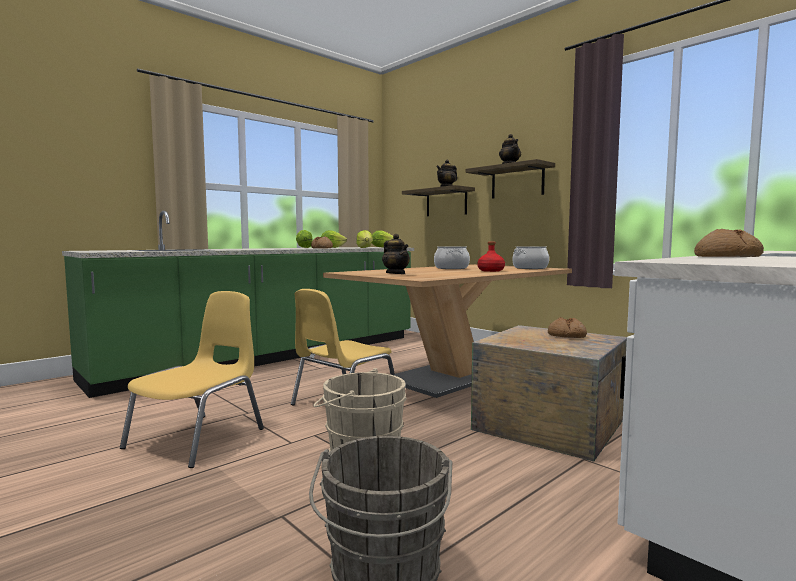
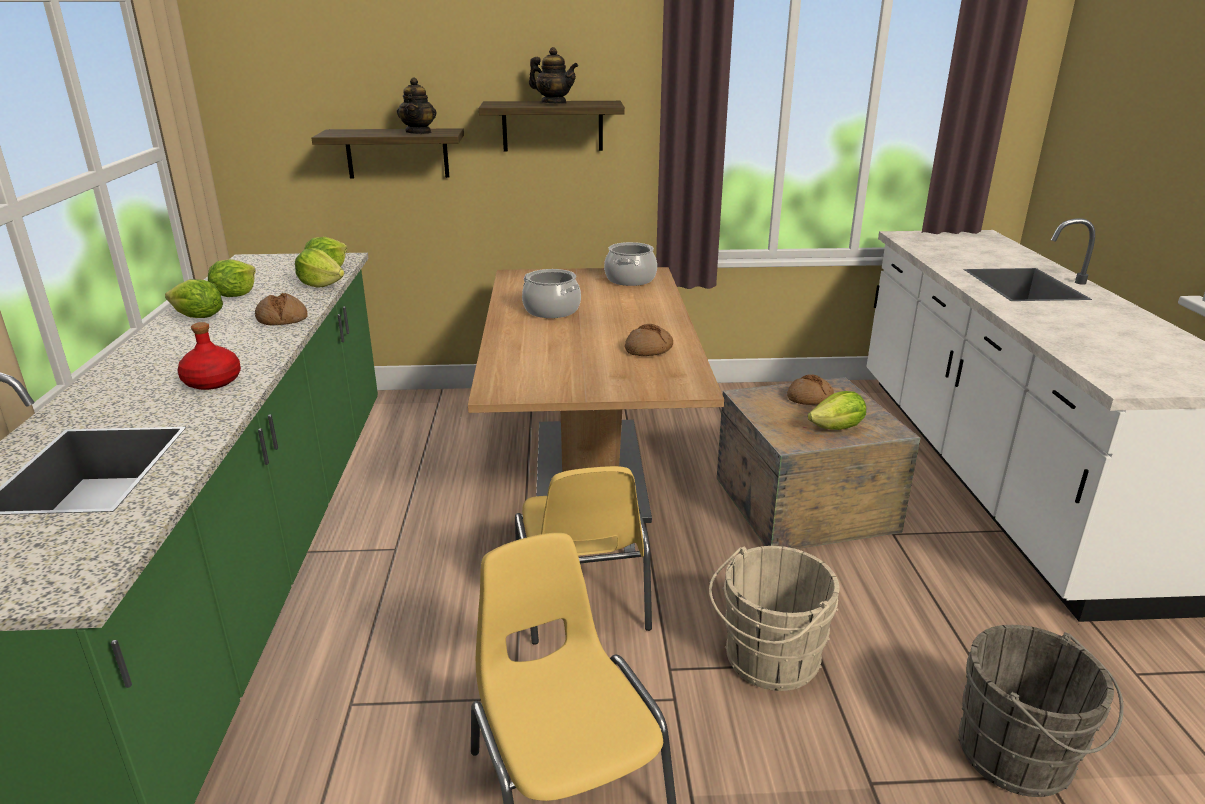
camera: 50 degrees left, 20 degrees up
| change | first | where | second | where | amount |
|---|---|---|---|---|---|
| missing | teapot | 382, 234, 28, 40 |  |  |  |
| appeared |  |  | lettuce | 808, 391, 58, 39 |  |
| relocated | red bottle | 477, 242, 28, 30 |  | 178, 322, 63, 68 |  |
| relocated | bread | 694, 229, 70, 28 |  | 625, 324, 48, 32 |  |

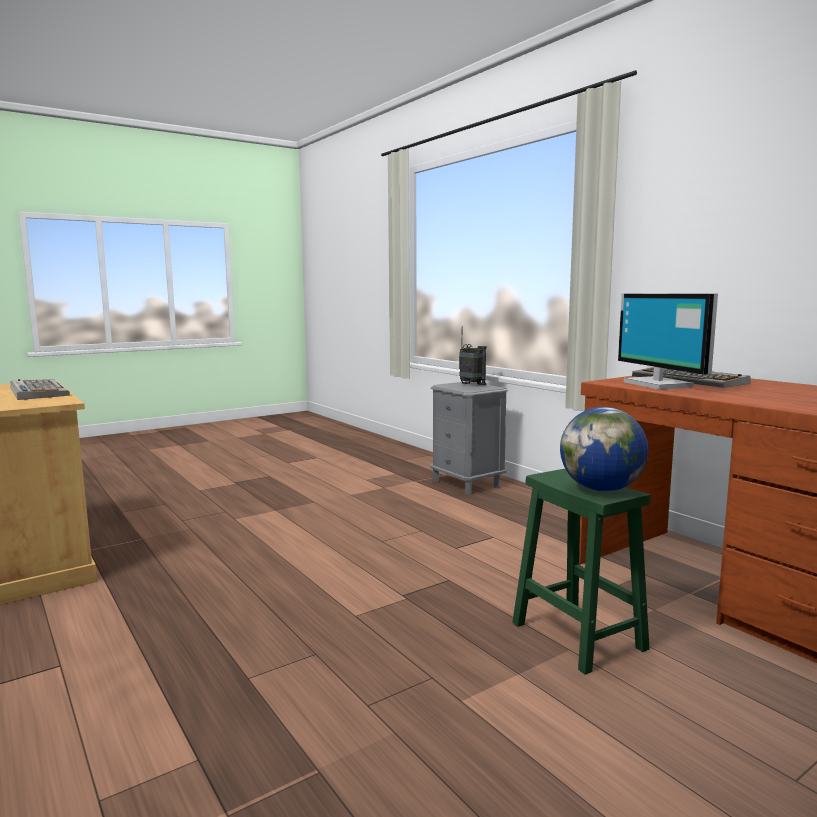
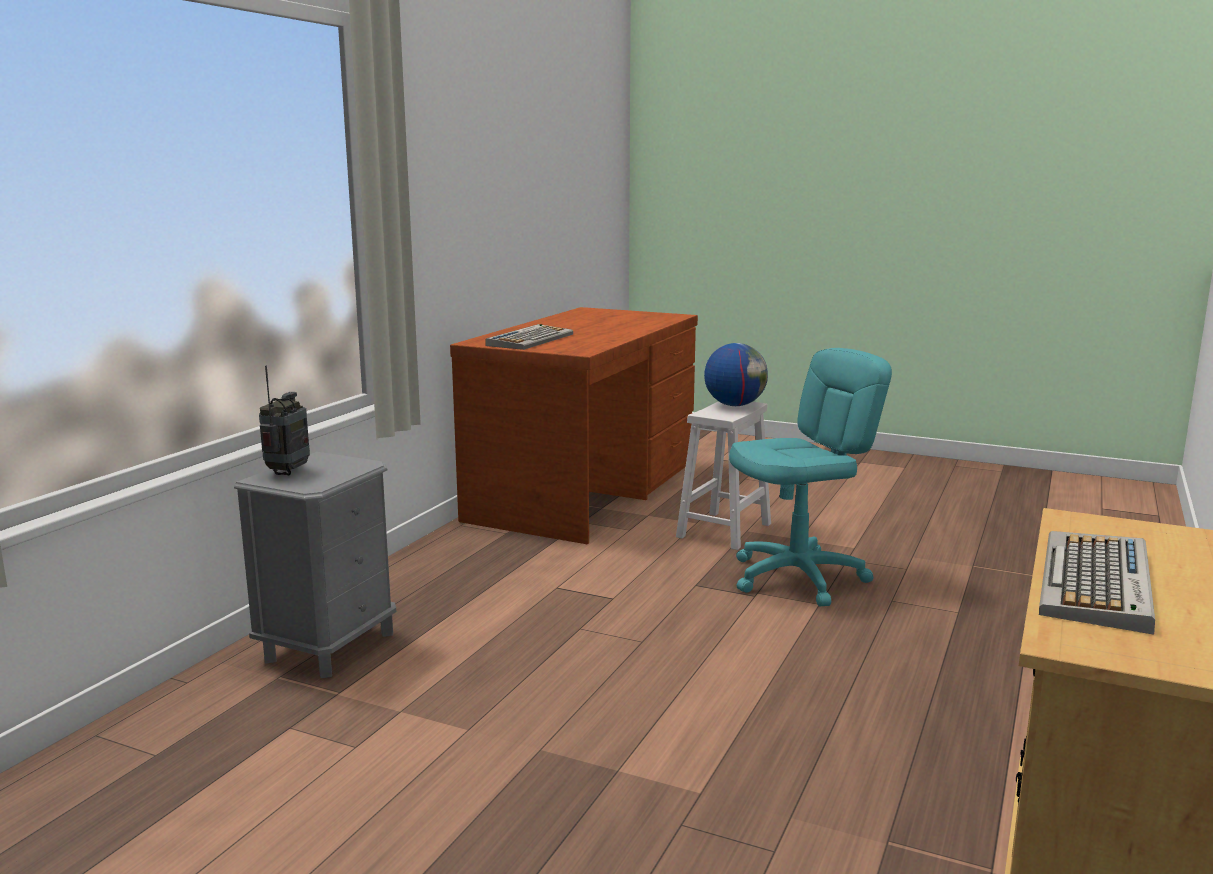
camera: 120 degrees left, 5 degrees up
| change | first | where | second | where | amount |
|---|---|---|---|---|---|
| missing | monitor | 618, 294, 100, 96 |  |  |  |
| appeared |  |  | turquoise office chair | 729, 348, 163, 258 |  |
| colour | green stool | 512, 469, 138, 205 | white stool | 676, 401, 95, 149 |  |

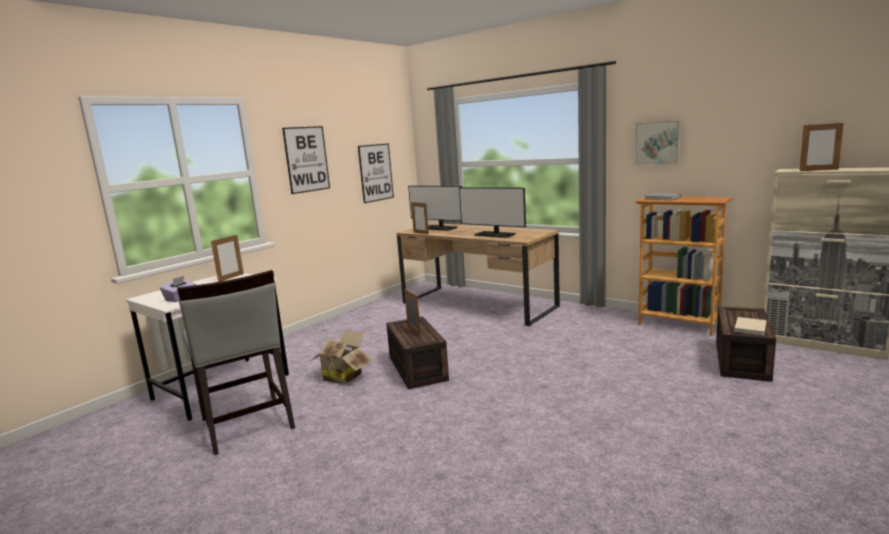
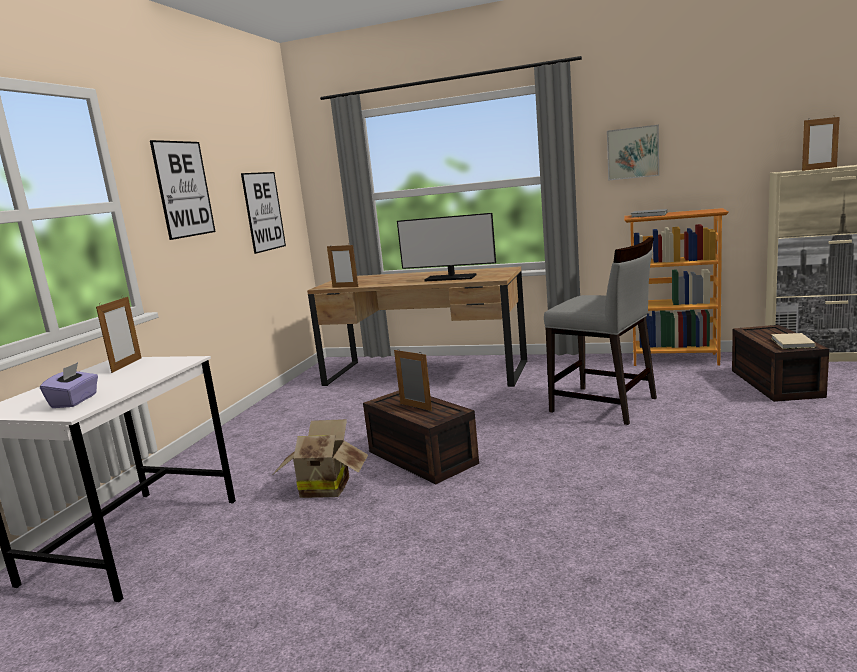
camera: 20 degrees left, 0 degrees up
| change | first | where | second | where | amount |
|---|---|---|---|---|---|
| missing | monitor | 408, 186, 54, 45 |  |  |  |
| relocated | grey chair | 177, 270, 118, 185 |  | 544, 237, 113, 188 |  |

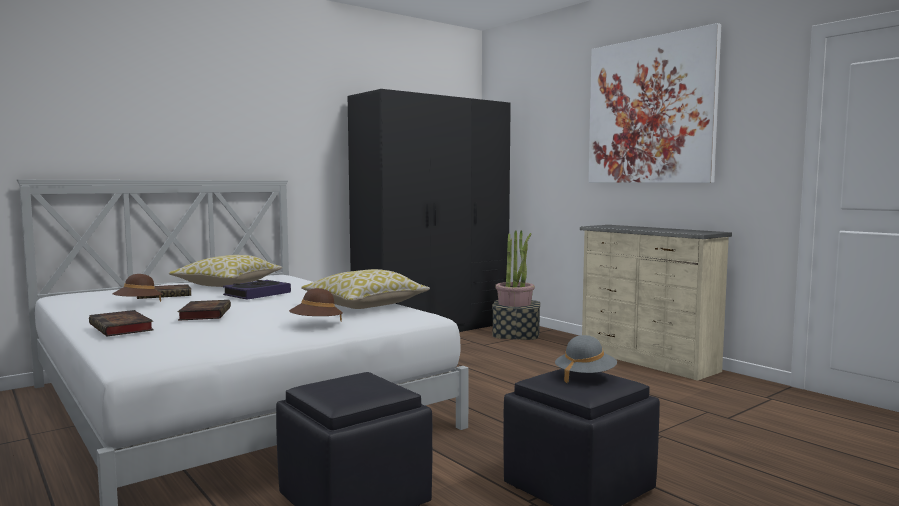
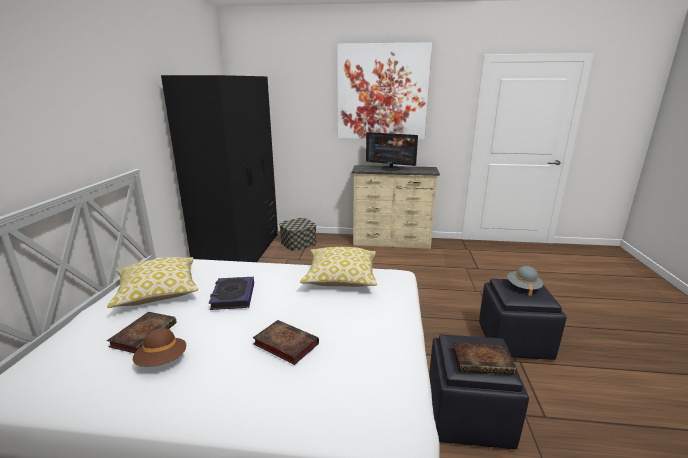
camera: 45 degrees left, 15 degrees up
| change | first | where | second | where | amount |
|---|---|---|---|---|---|
| missing | brown hat | 289, 288, 54, 33 |  |  |  |
| missing | potted plant | 495, 230, 40, 77 |  |  |  |
| appeared |  |  | monitor | 366, 132, 52, 39 |  |
| relocated | book | 89, 310, 65, 27 |  | 452, 342, 64, 33 |  |

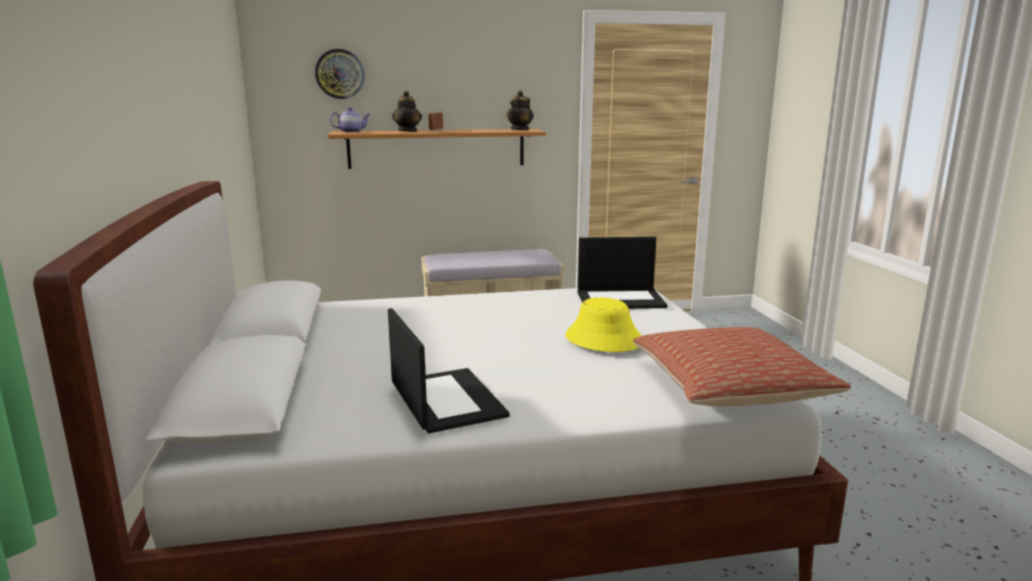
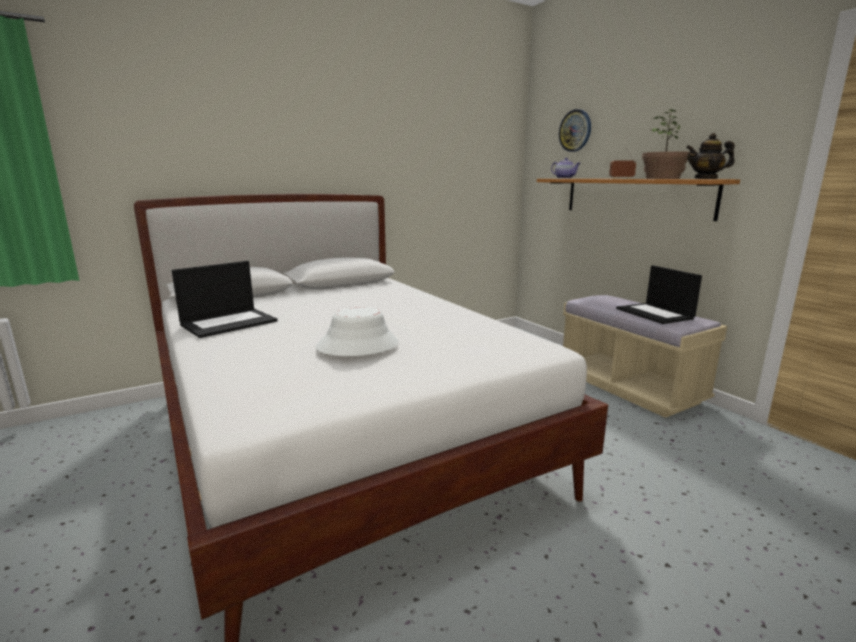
camera: 70 degrees right, 0 degrees up
| change | first | where | second | where | amount |
|---|---|---|---|---|---|
| missing | teapot | 392, 91, 30, 41 |  |  |  |
| missing | pillow | 633, 327, 218, 79 |  |  |  |
| appeared |  |  | potted plant | 642, 109, 47, 70 |  |
| relocated | laptop | 577, 237, 91, 72 |  | 616, 265, 86, 59 |  |
| colour | yellow hat | 565, 297, 77, 55 | white hat | 316, 307, 83, 49 |  |

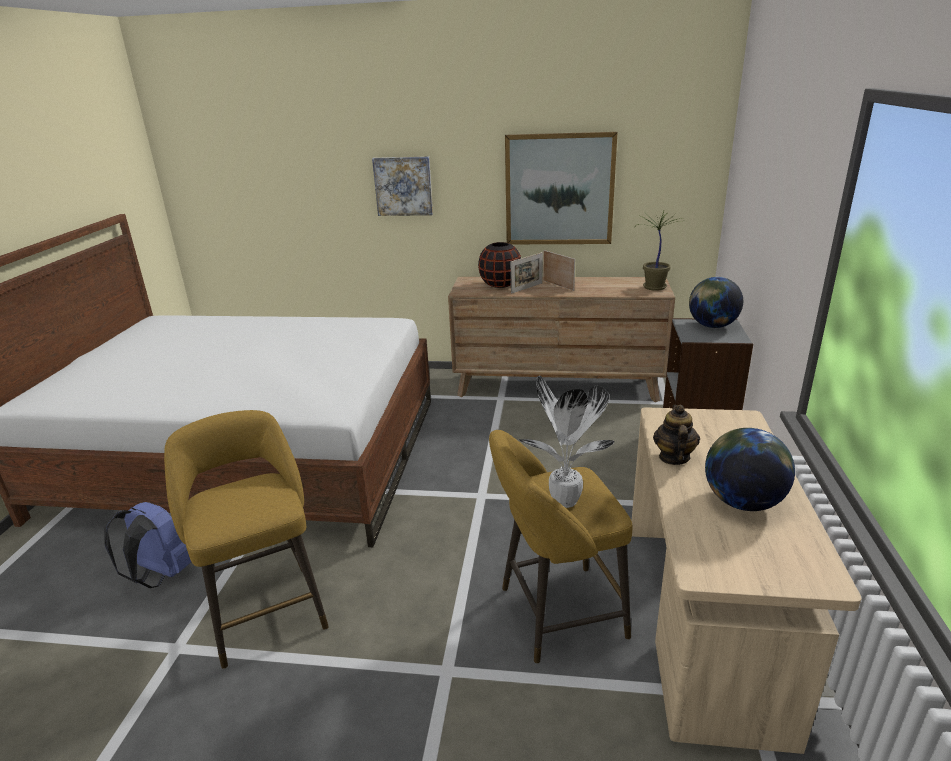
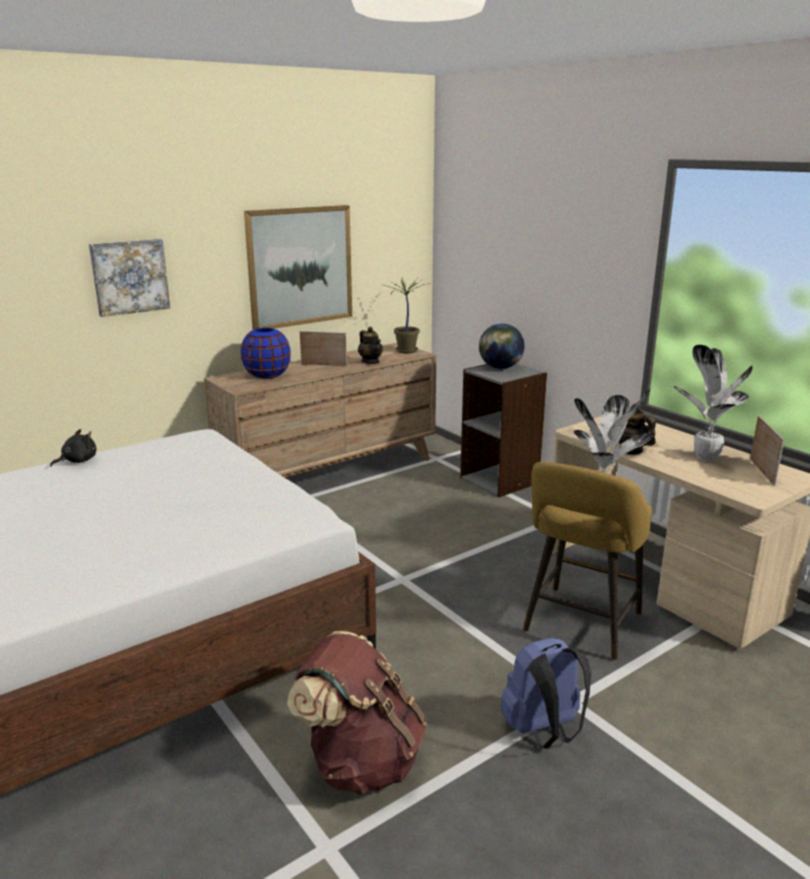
camera: 45 degrees left, 5 degrees down
| change | first | where | second | where | amount |
|---|---|---|---|---|---|
| appeared |  |  | black plush toy | 50, 429, 46, 38 |  |
| appeared |  |  | teapot | 358, 326, 25, 38 |  |
| relocated | blue backpack | 104, 502, 87, 86 |  | 500, 638, 91, 111 |  |
| relocated | picture frame | 511, 252, 32, 42 |  | 750, 415, 34, 71 |  |
| exchanged | yellow stool | 164, 410, 165, 259 | brown backpack | 287, 631, 140, 164 |  |
| exchanged | globe | 705, 428, 90, 83 | potted plant | 673, 345, 80, 117 |  |
| colour | black vase | 478, 242, 43, 46 | blue vase | 241, 328, 50, 50 |  |

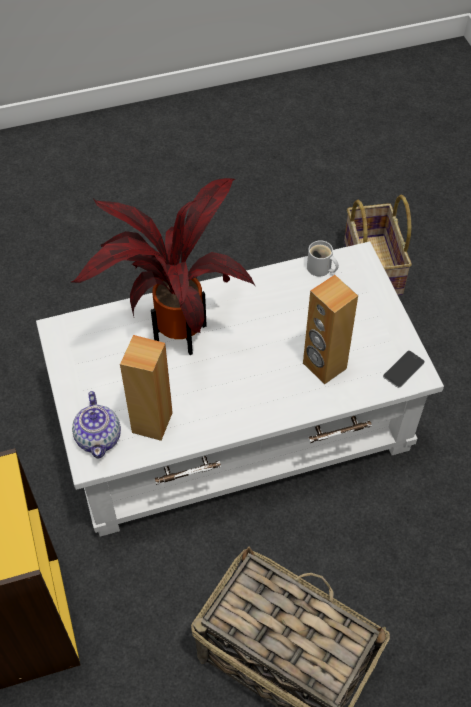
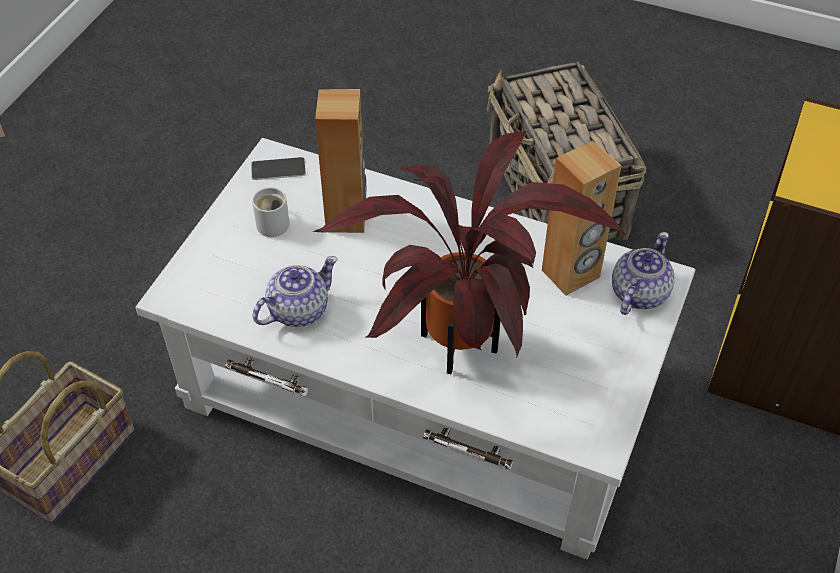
camera: 140 degrees left, 5 degrees down
| change | first | where | second | where | amount |
|---|---|---|---|---|---|
| appeared |  |  | teapot | 253, 256, 84, 71 |  |
| relocated | white mug | 307, 240, 32, 37 |  | 252, 187, 38, 50 |  |

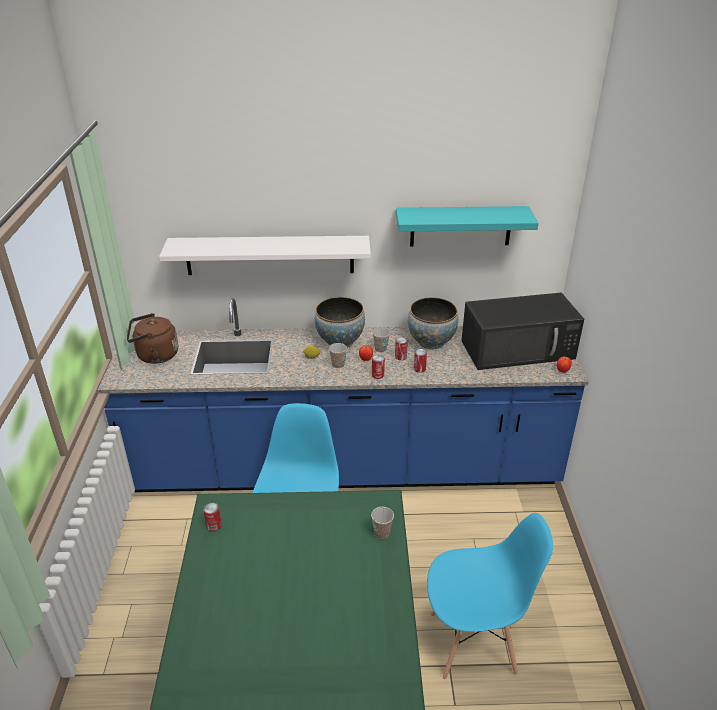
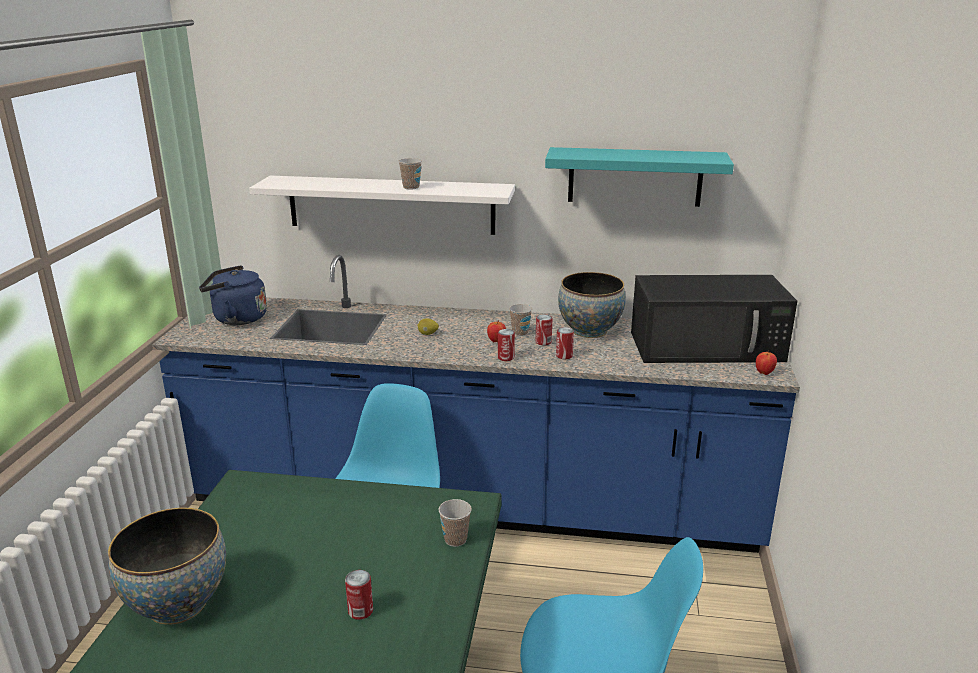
camera: 10 degrees right, 10 degrees down
| change | first | where | second | where | amount |
|---|---|---|---|---|---|
| relocated | can | 203, 503, 19, 29 |  | 345, 570, 28, 50 |  |
| relocated | bowl | 315, 297, 50, 51 |  | 108, 508, 118, 117 |  |
| relocated | cup | 329, 343, 18, 25 |  | 398, 158, 24, 31 |  |
| colour | brown kettle | 127, 313, 51, 51 | blue kettle | 199, 265, 68, 60 |  |

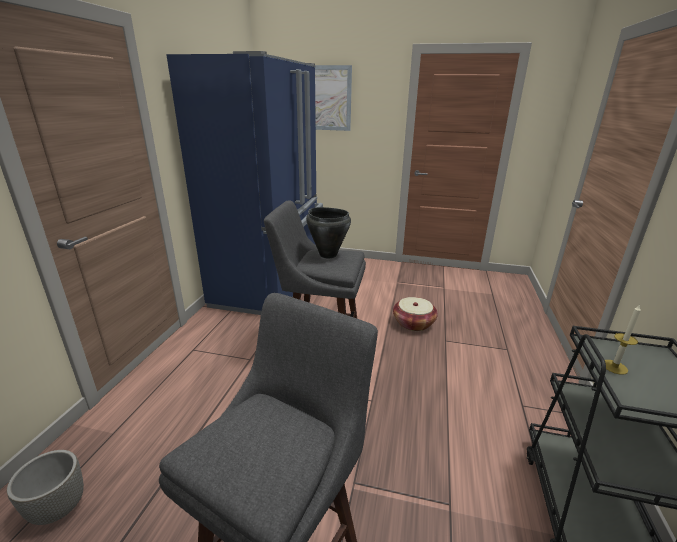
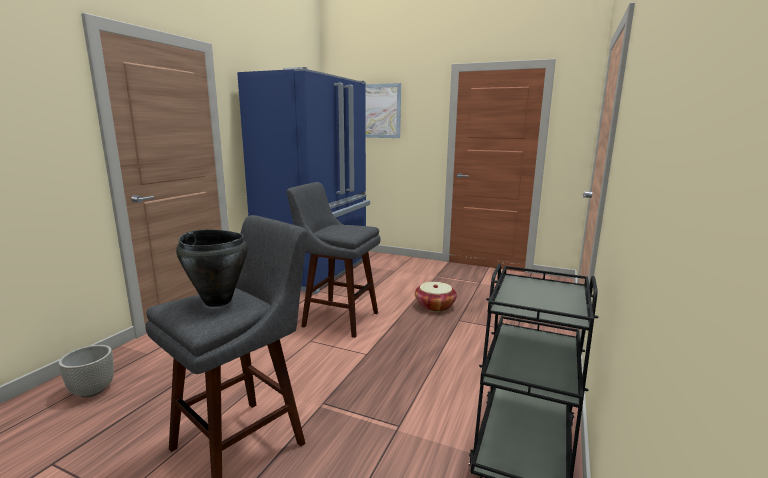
camera: 10 degrees right, 10 degrees down
| change | first | where | second | where | amount |
|---|---|---|---|---|---|
| missing | candle | 605, 305, 36, 70 |  |  |  |
| relocated | black cooking pot | 306, 207, 45, 51 |  | 176, 230, 72, 77 |  |

